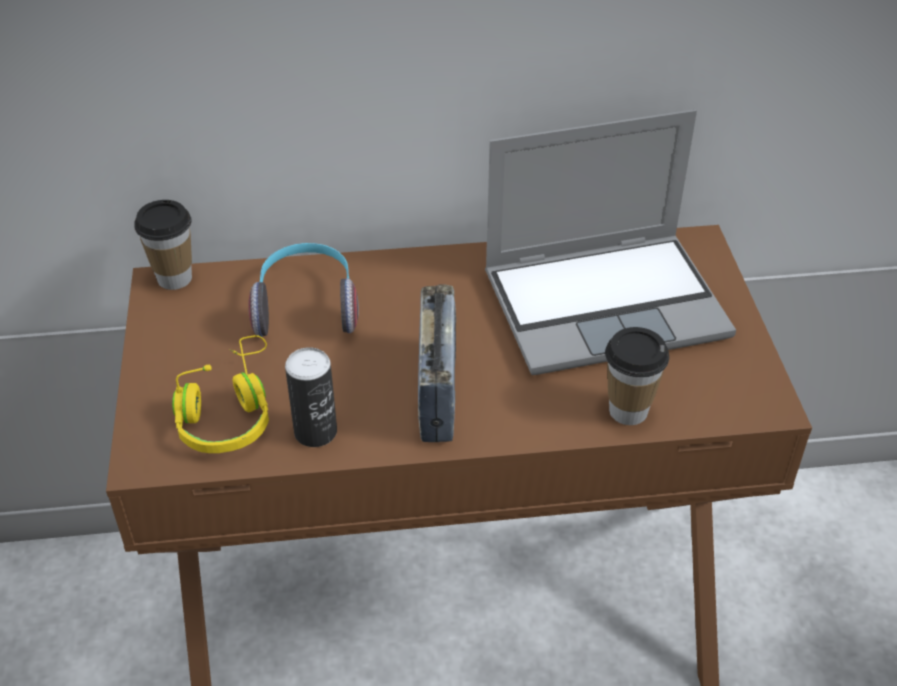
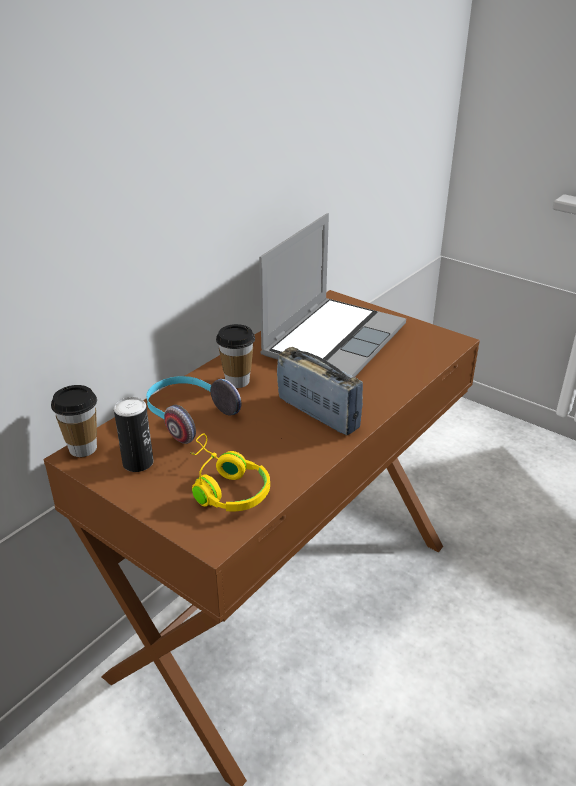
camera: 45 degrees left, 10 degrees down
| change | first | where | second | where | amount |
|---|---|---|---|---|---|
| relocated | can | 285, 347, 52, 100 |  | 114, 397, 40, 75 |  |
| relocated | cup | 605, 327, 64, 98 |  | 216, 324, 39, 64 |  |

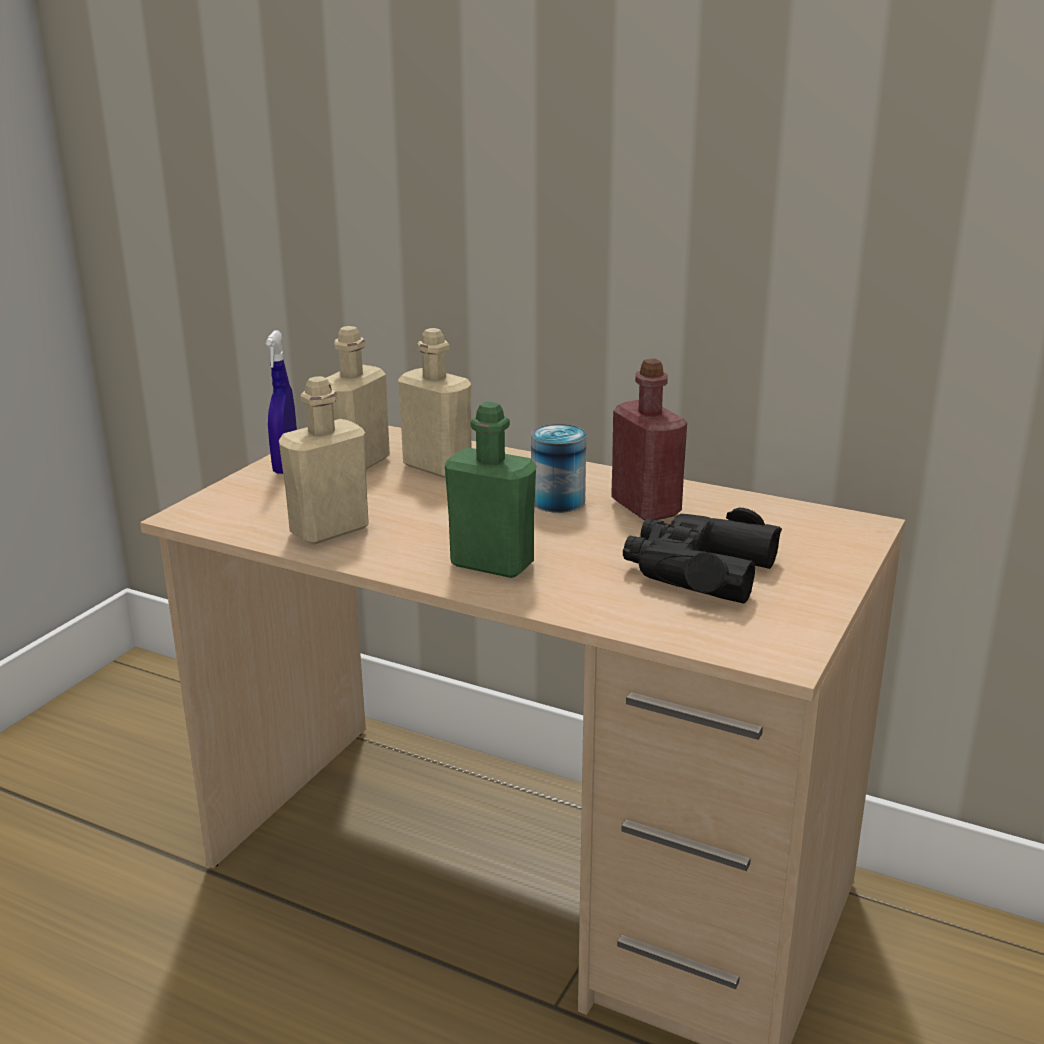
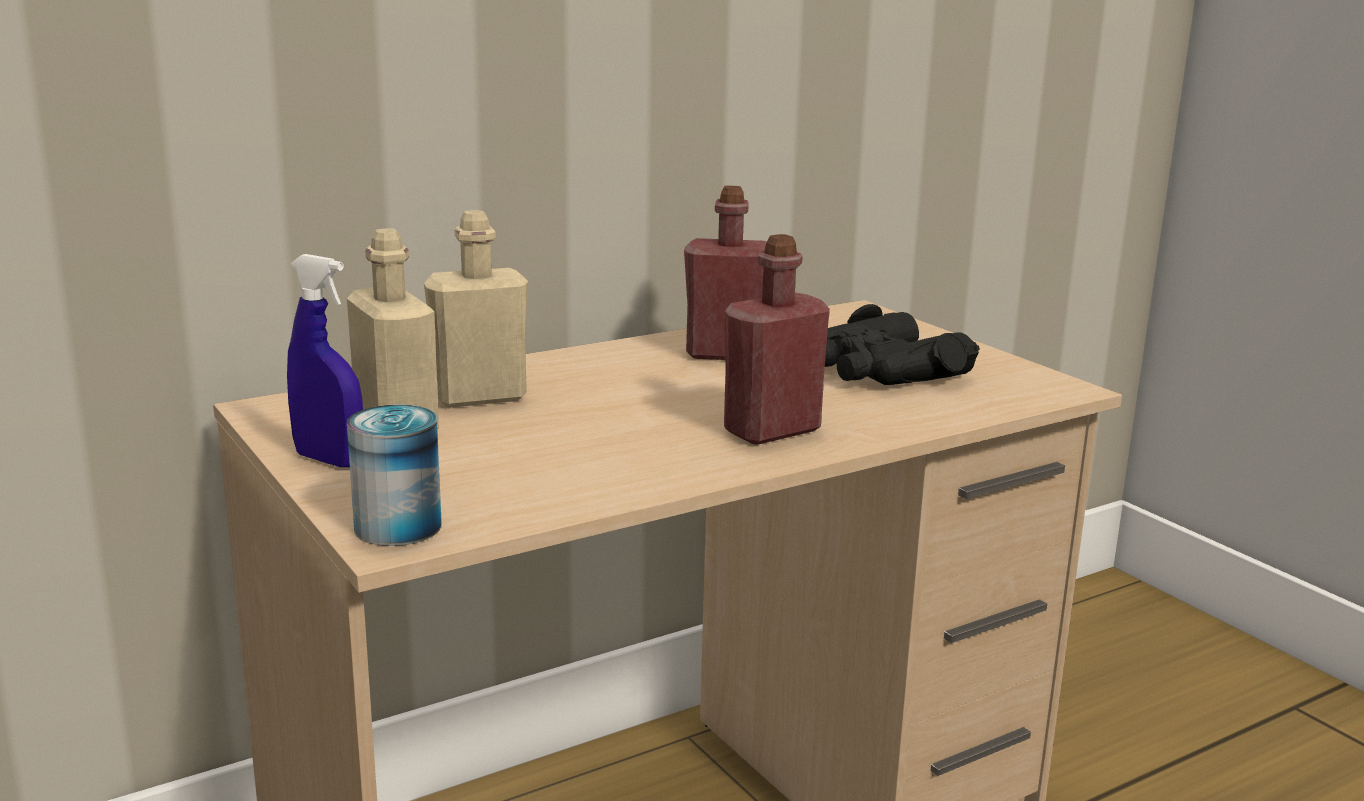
camera: 60 degrees left, 5 degrees down
| change | first | where | second | where | amount |
|---|---|---|---|---|---|
| missing | beige bottle | 279, 376, 90, 169 |  |  |  |
| relocated | can | 531, 424, 55, 89 |  | 347, 405, 95, 141 |  |
| colour | green bottle | 445, 402, 91, 176 | red bottle | 724, 234, 106, 211 |  |

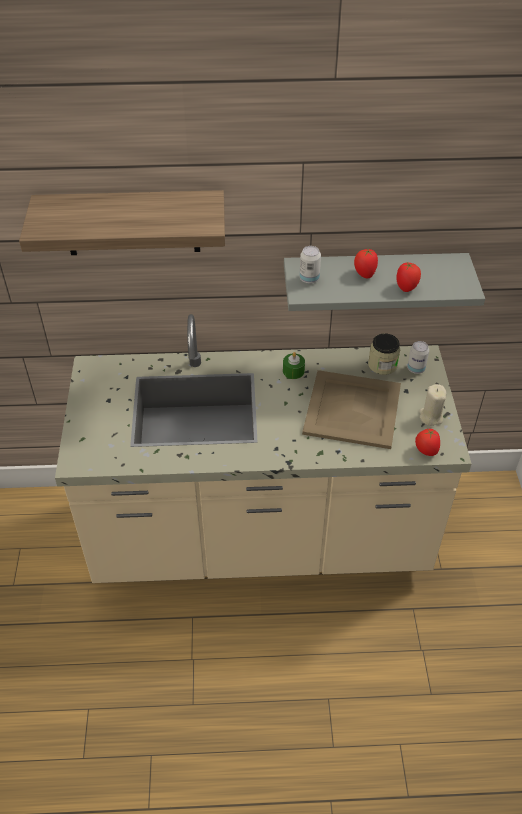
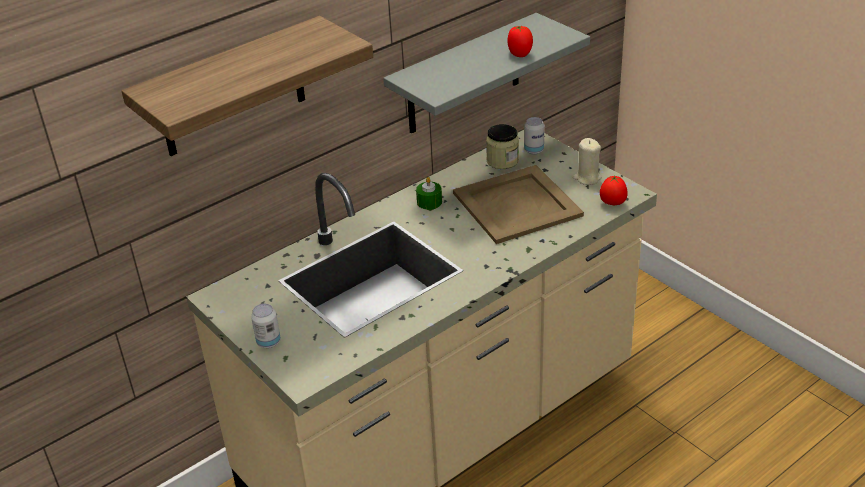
camera: 35 degrees left, 10 degrees down
| change | first | where | second | where | amount |
|---|---|---|---|---|---|
| missing | tomato | 354, 249, 24, 30 |  |  |  |
| relocated | can | 300, 246, 21, 38 |  | 251, 304, 30, 44 |  |

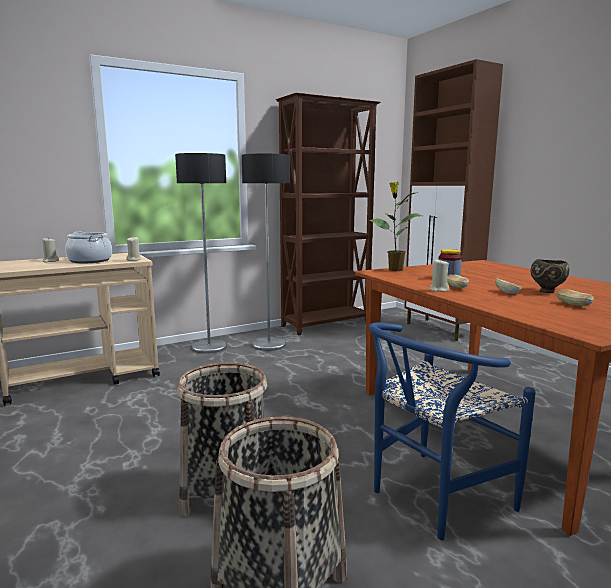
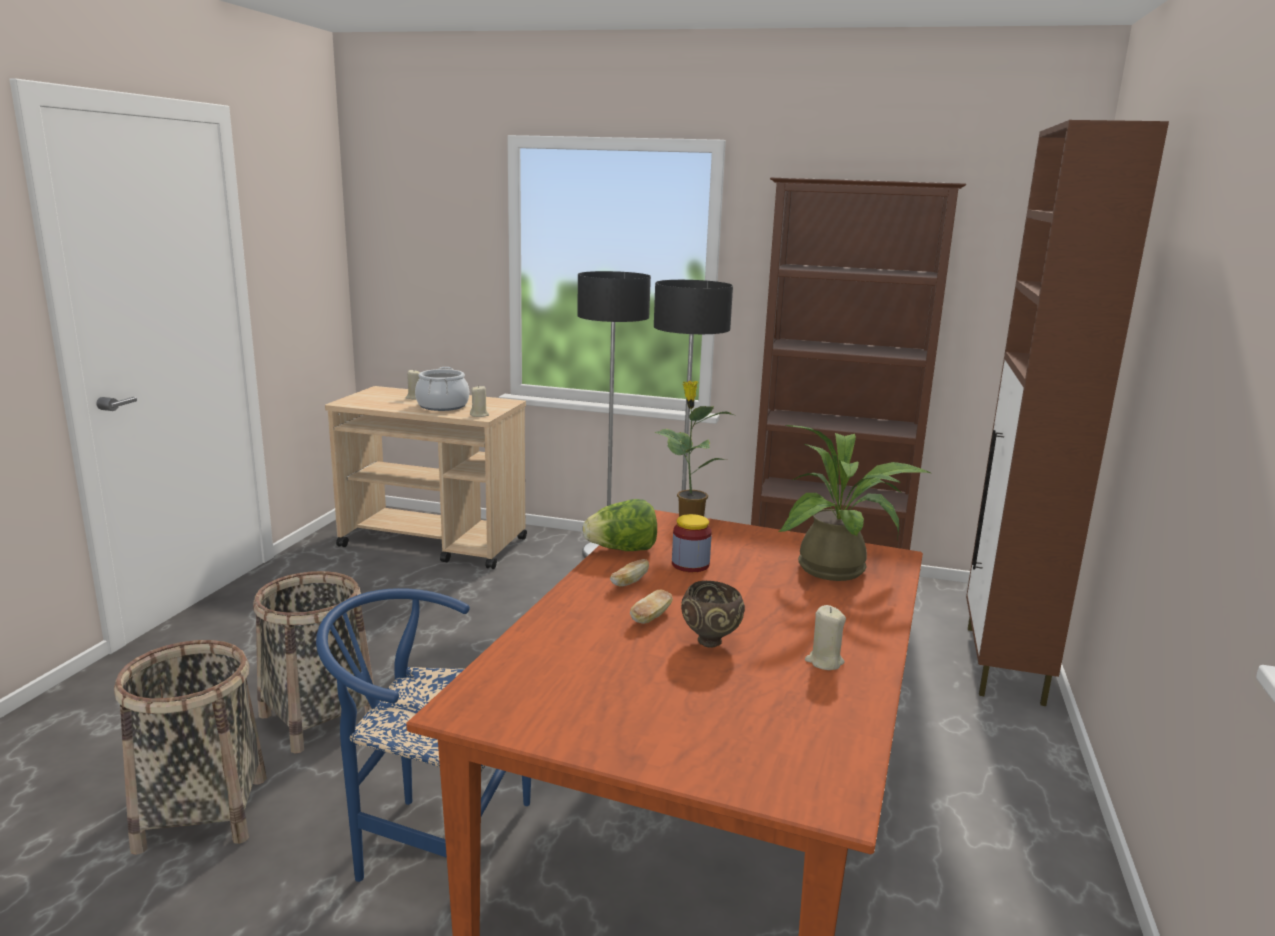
camera: 45 degrees right, 5 degrees up
| change | first | where | second | where | amount |
|---|---|---|---|---|---|
| missing | bread | 556, 289, 38, 17 |  |  |  |
| appeared |  |  | lettuce | 583, 499, 74, 52 |  |
| appeared |  |  | potted plant | 778, 425, 152, 156 |  |
| relocated | beige candle | 429, 260, 20, 32 |  | 805, 605, 41, 65 |  |

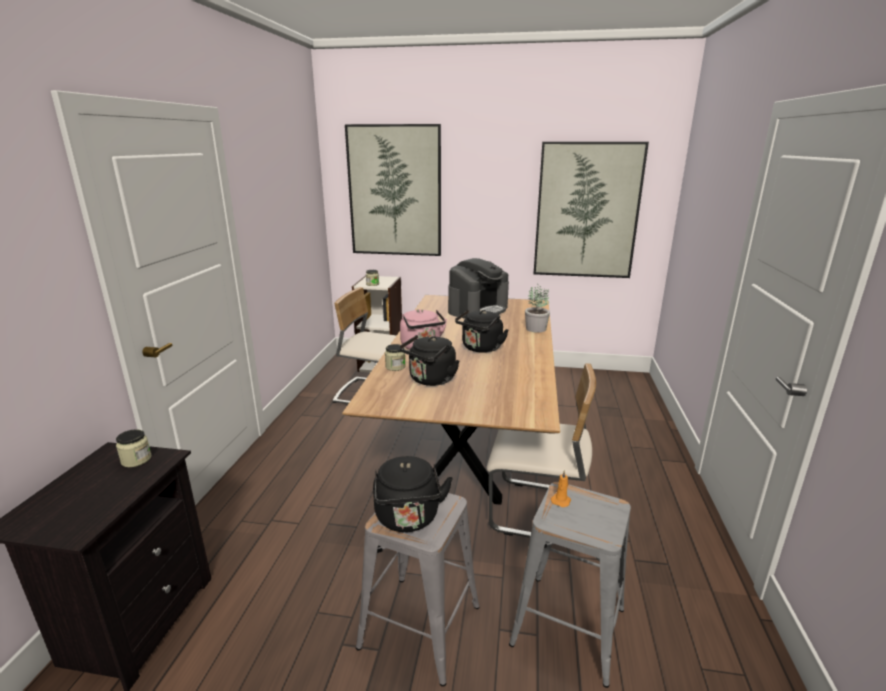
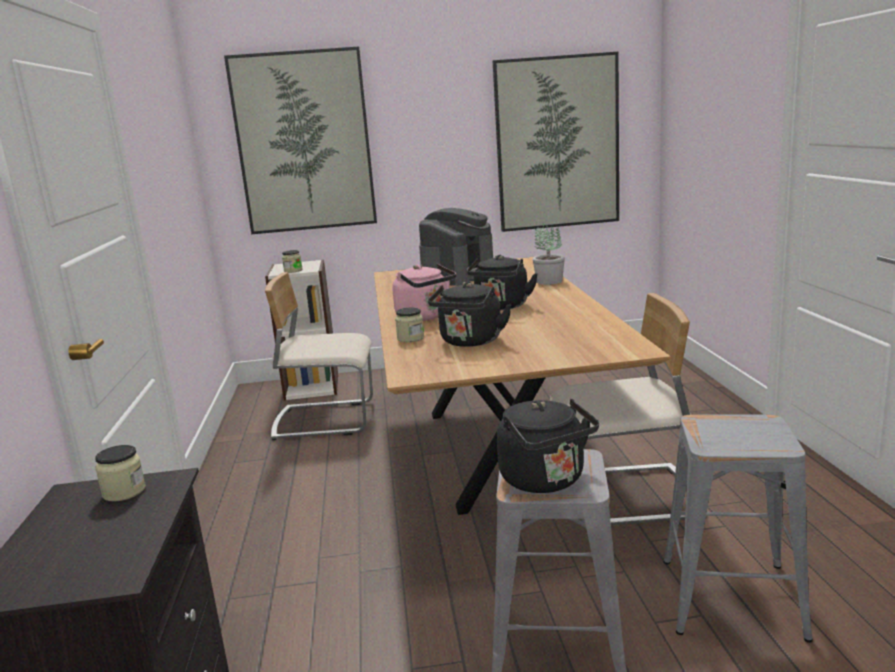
camera: 15 degrees left, 5 degrees down
| change | first | where | second | where | amount |
|---|---|---|---|---|---|
| missing | orange candle | 551, 470, 20, 37 |  |  |  |

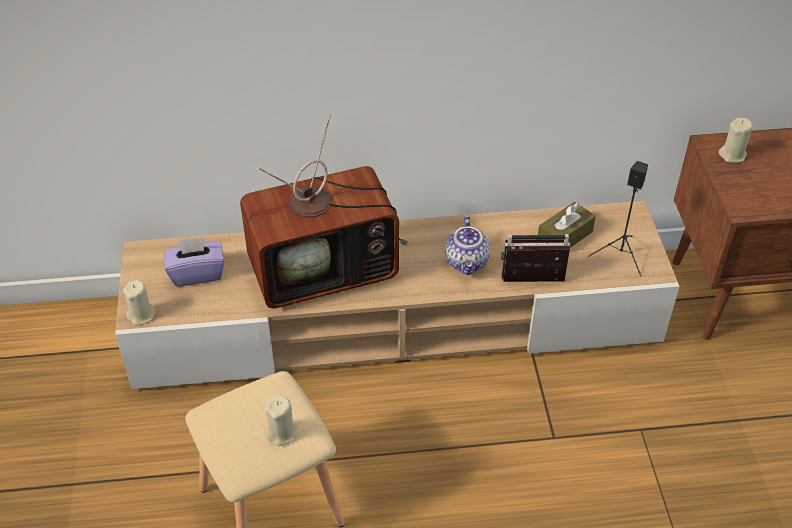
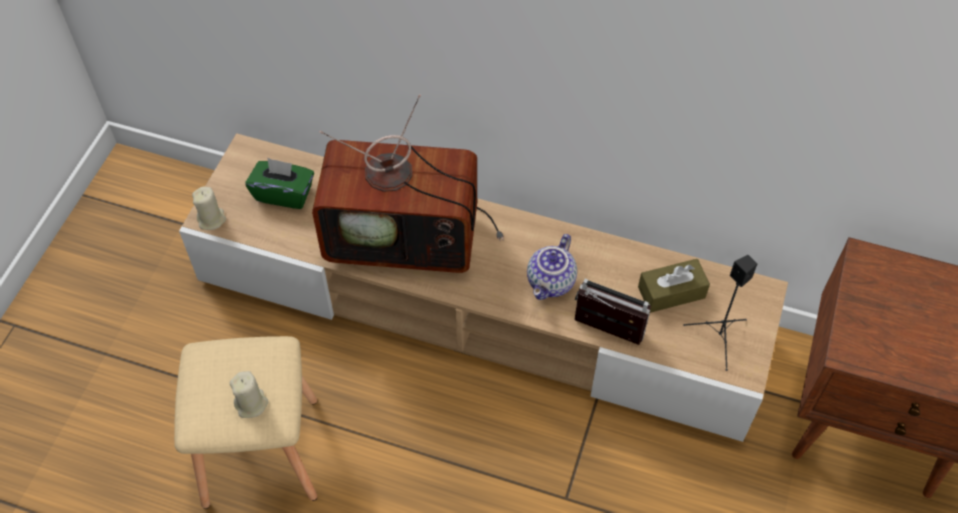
camera: 25 degrees right, 10 degrees up
| change | first | where | second | where | amount |
|---|---|---|---|---|---|
| missing | beige candle | 719, 118, 34, 45 |  |  |  |
| colour | purple tissue box | 164, 237, 60, 50 | green tissue box | 245, 158, 69, 51 |  |

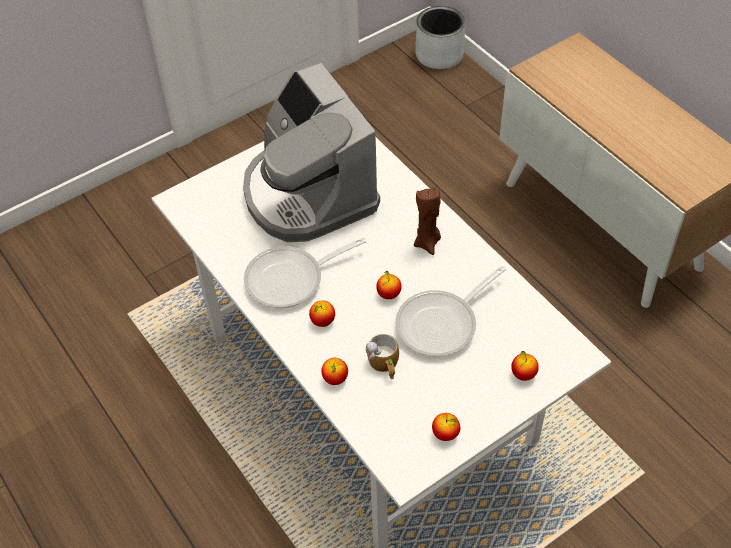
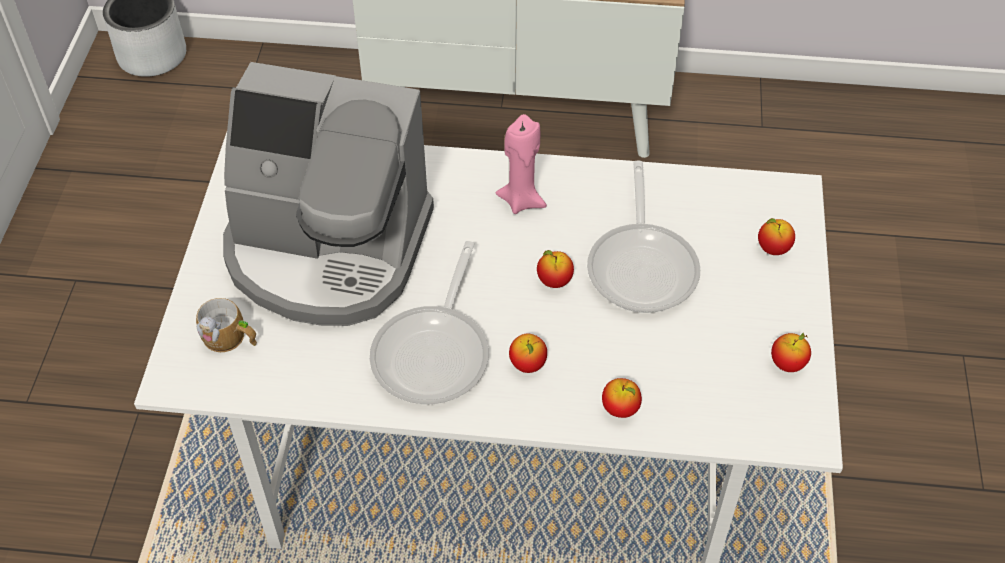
camera: 50 degrees left, 0 degrees up
| change | first | where | second | where | amount |
|---|---|---|---|---|---|
| relocated | mug | 366, 334, 33, 45 |  | 196, 298, 61, 54 |  |
| colour | brown candle | 414, 187, 27, 68 | pink candle | 495, 114, 52, 100 |  |

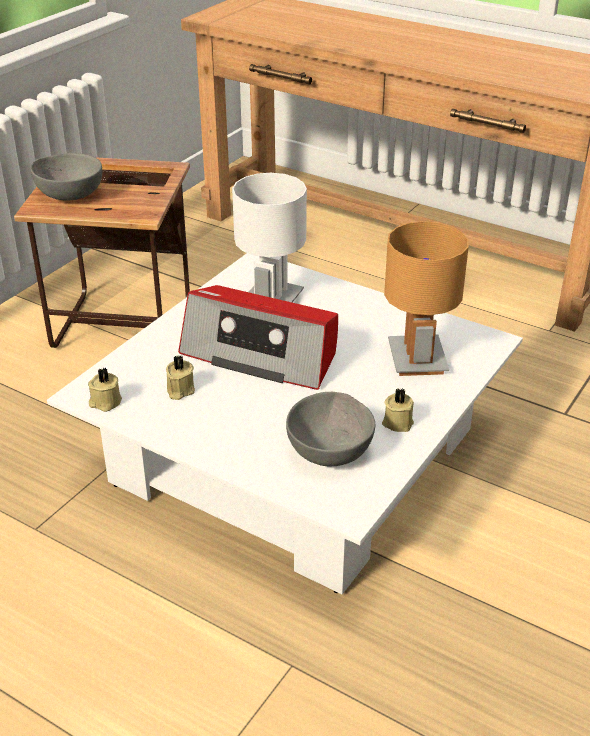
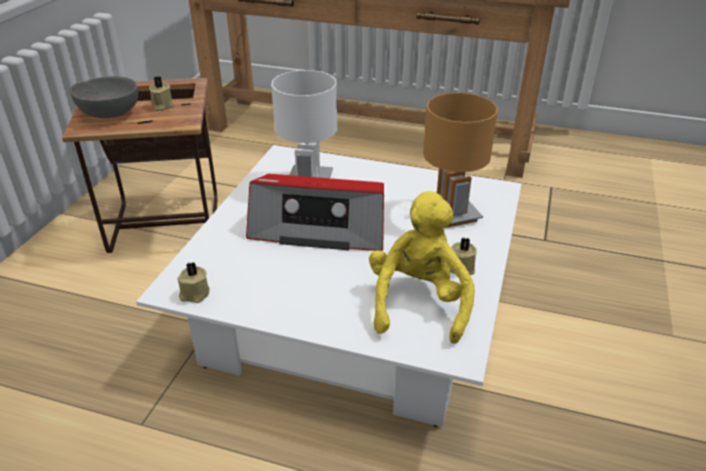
camera: 15 degrees left, 0 degrees up
| change | first | where | second | where | amount |
|---|---|---|---|---|---|
| relocated | beige candle | 166, 356, 29, 44 |  | 149, 76, 24, 35 |  |
| exchanged | grey bowl | 286, 392, 90, 75 | yellow plush toy | 369, 191, 106, 153 |  |

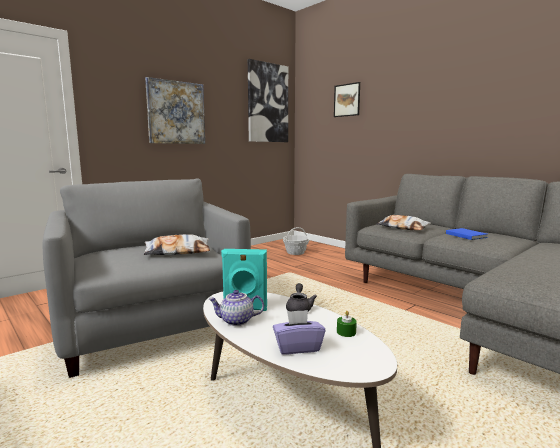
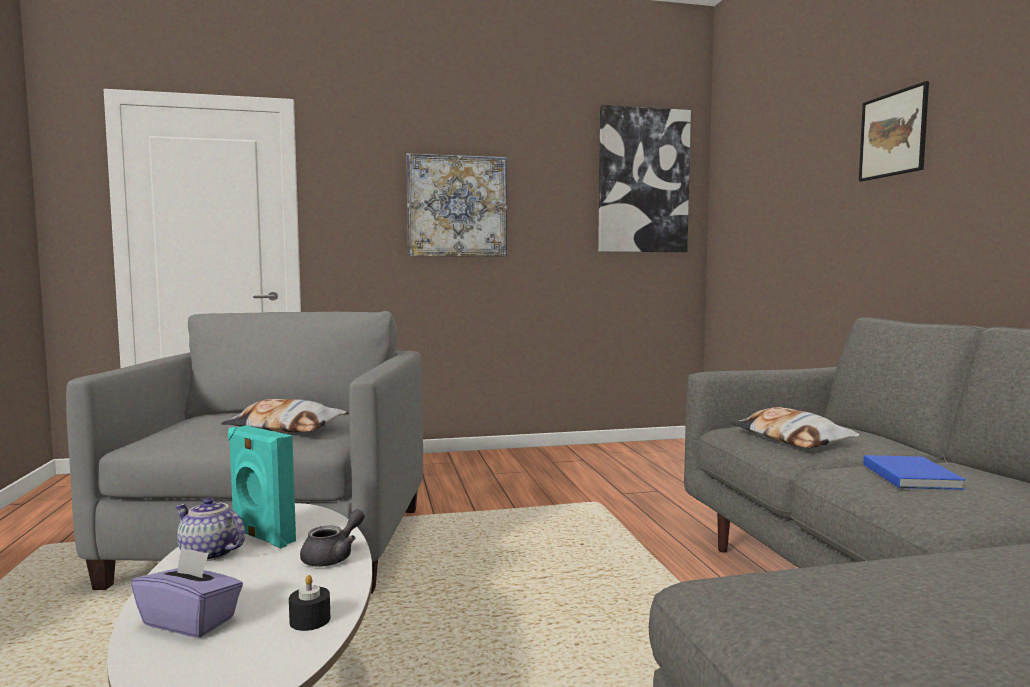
camera: 30 degrees right, 5 degrees down
| change | first | where | second | where | amount |
|---|---|---|---|---|---|
| missing | basket | 283, 227, 26, 28 |  |  |  |
| relocated | picture | 334, 82, 26, 35 |  | 859, 81, 70, 100 |  |
| colour | green candle | 337, 311, 20, 26 | black candle | 289, 575, 41, 56 |  |

